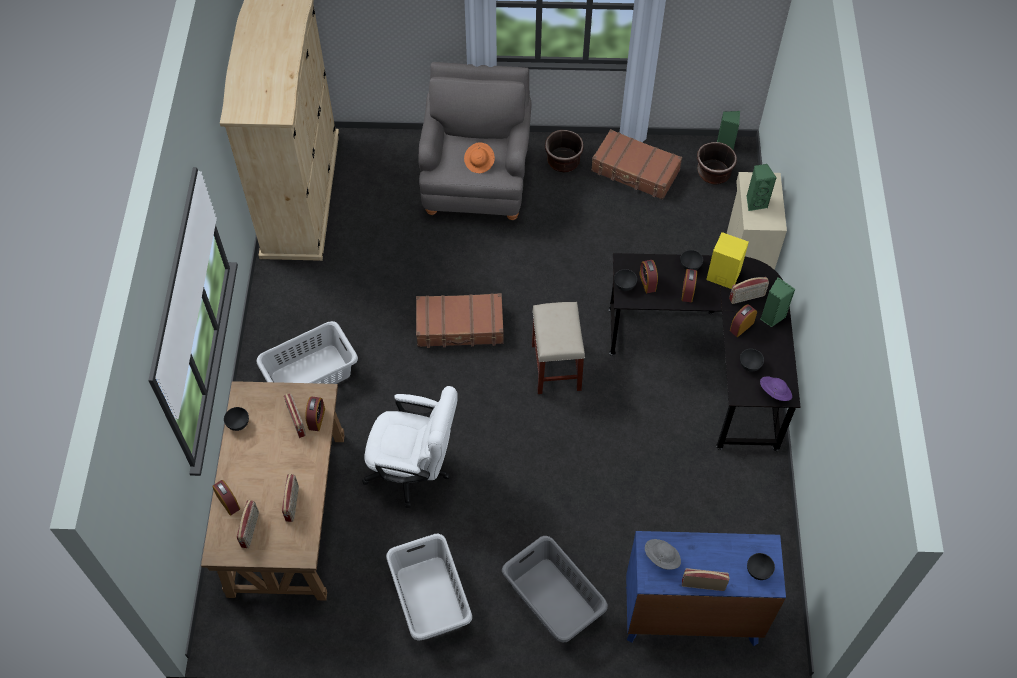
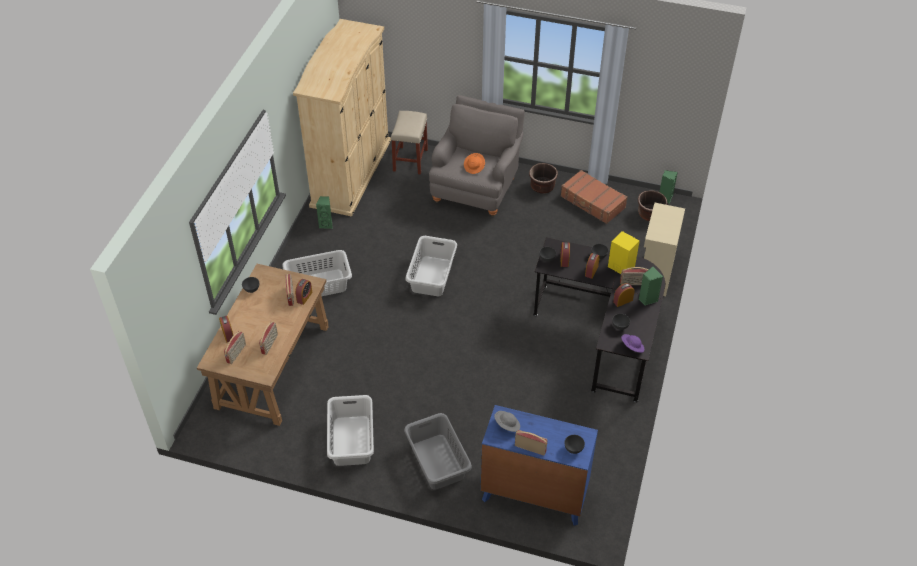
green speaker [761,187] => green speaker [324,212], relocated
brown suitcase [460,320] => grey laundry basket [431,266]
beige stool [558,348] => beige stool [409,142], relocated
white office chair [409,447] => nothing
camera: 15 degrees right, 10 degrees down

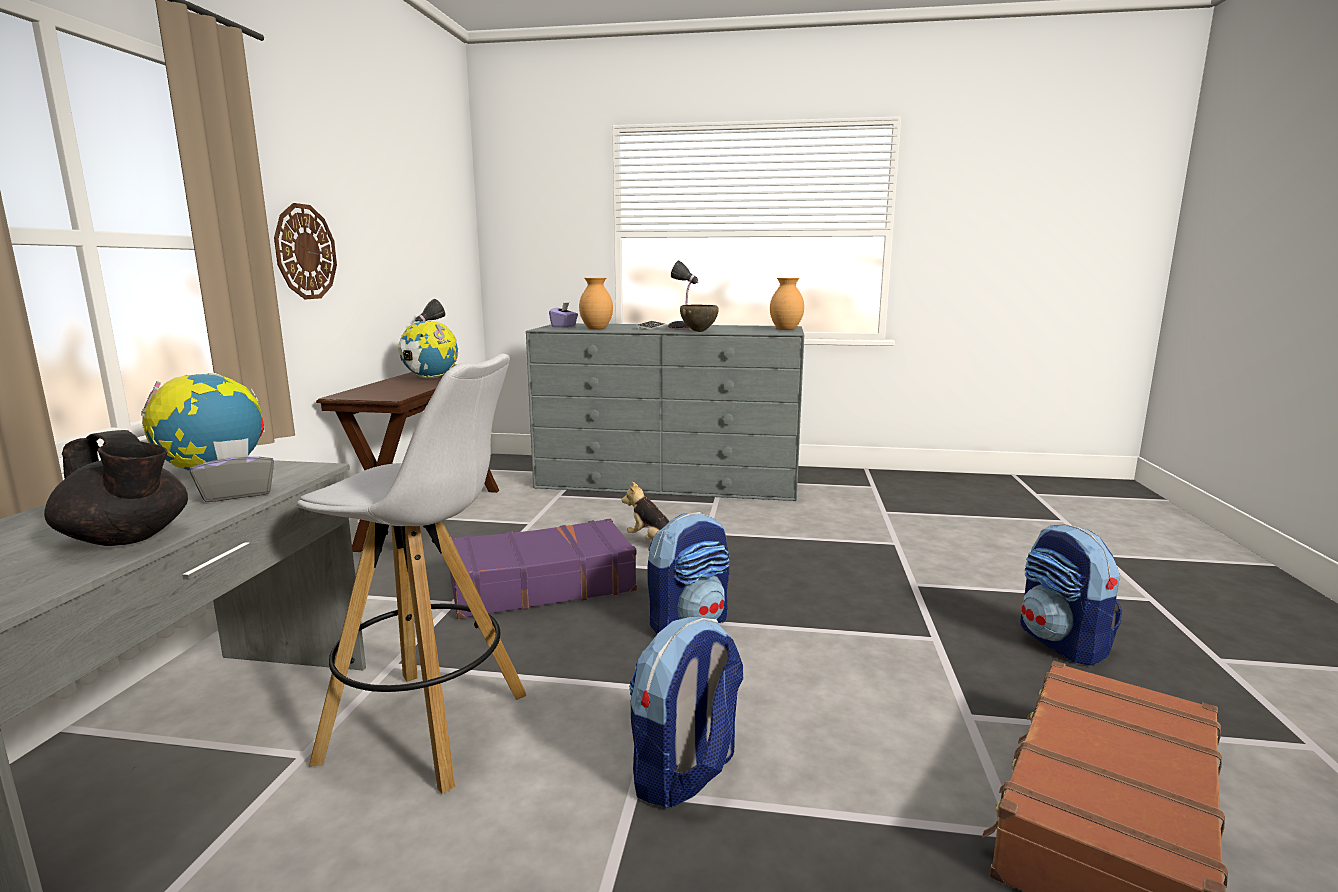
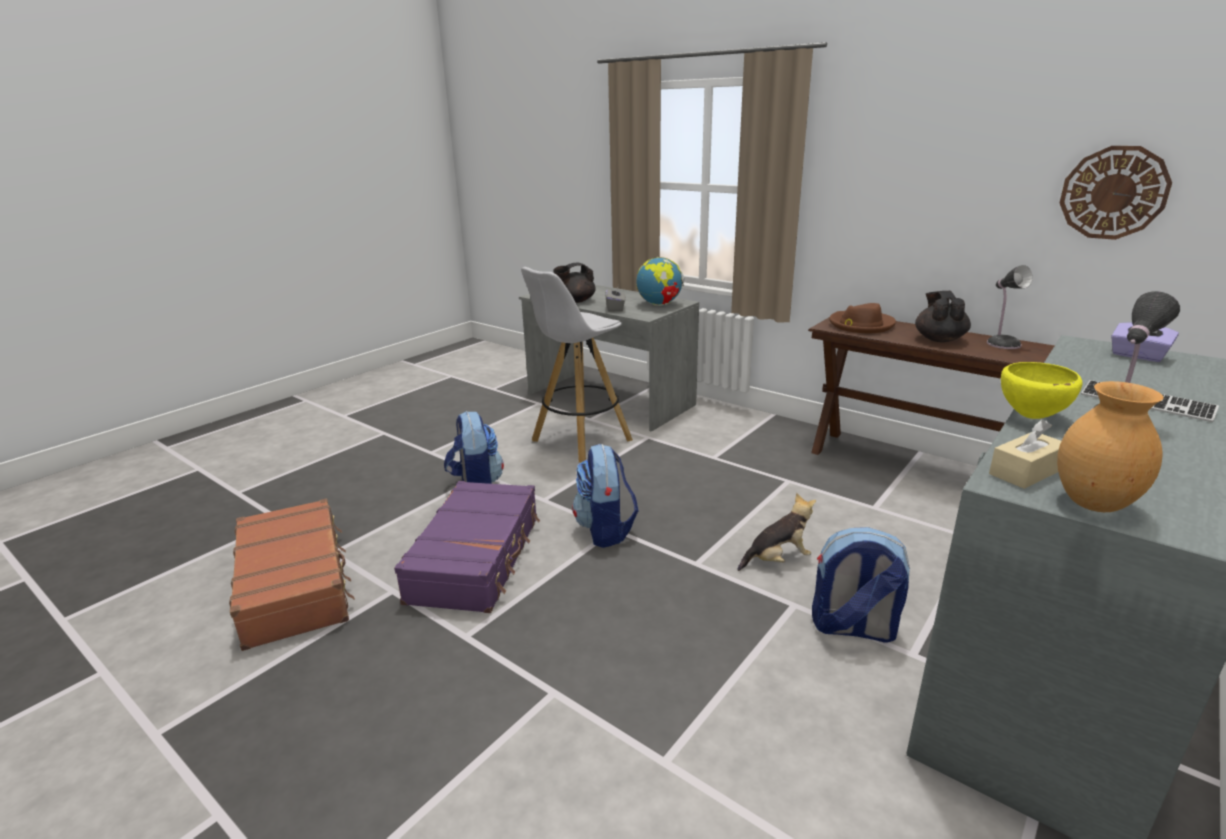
wall clock [305,251] => wall clock [1116,193], relocated
brown vase [596,304] => nothing
brown bowl [699,318] => yellow bowl [1041,390]
globe [428,350] => black teapot [943,316]
purple suitcase [543,569] => purple suitcase [467,547], relocated
backpack [1071,595] => backpack [861,585], relocated
nothing => brown hat [862,318]
nothing => beige tissue box [1025,454]
camera: 120 degrees right, 10 degrees up

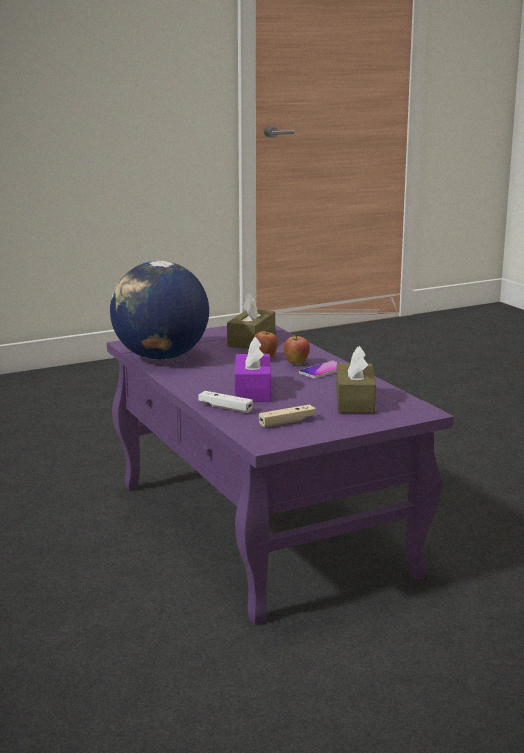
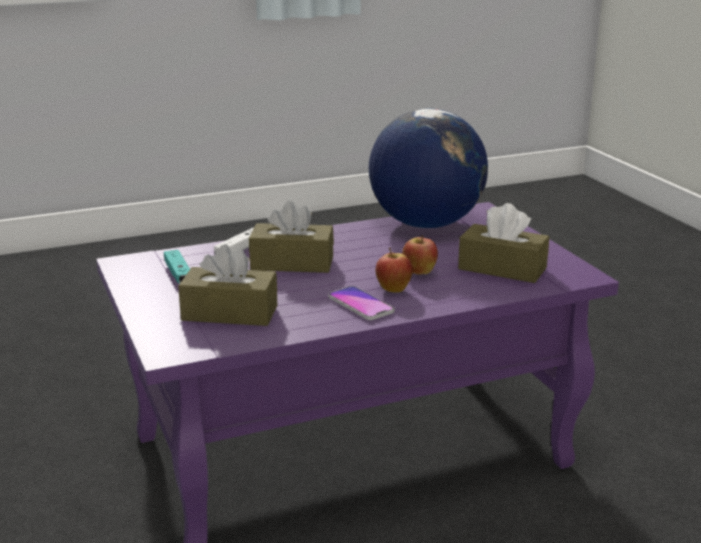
purple tissue box [253,369] => brown tissue box [291,237]
beige game controller [287,415] => turquoise game controller [177,266]
camera: 95 degrees right, 5 degrees up

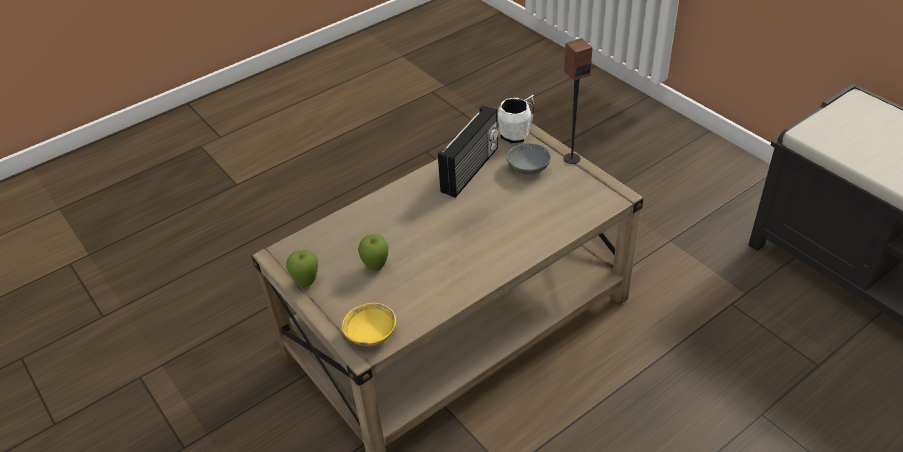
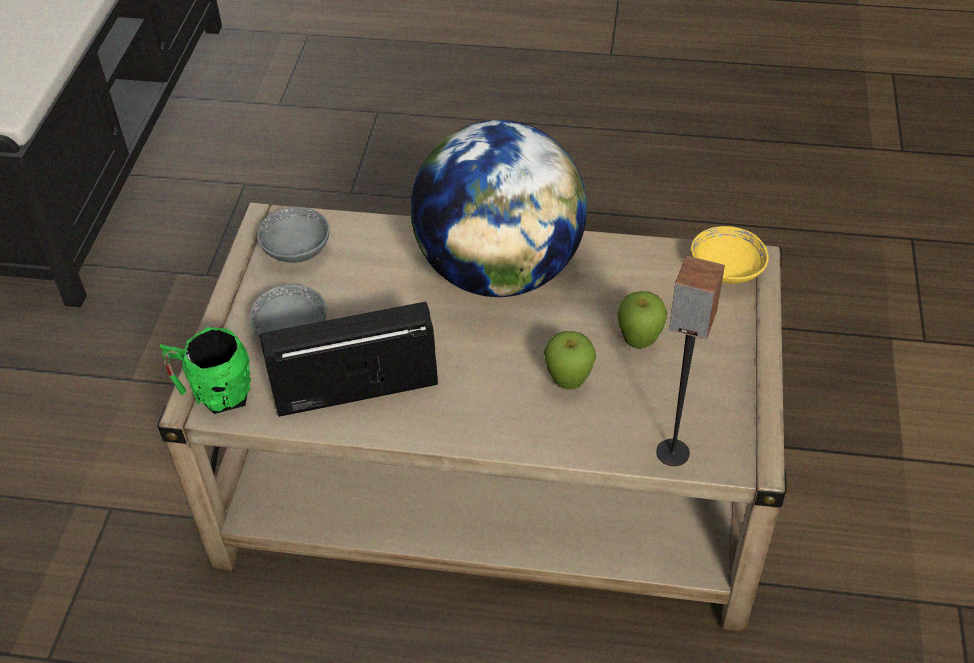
speaker [577,101] => speaker [690,361], relocated
white mug [516,119] => green mug [205,370]
apple [302,268] => apple [570,360], relocated
nothing => globe [498,208]
nothing => grey bowl [293,235]
camera: 135 degrees left, 5 degrees up

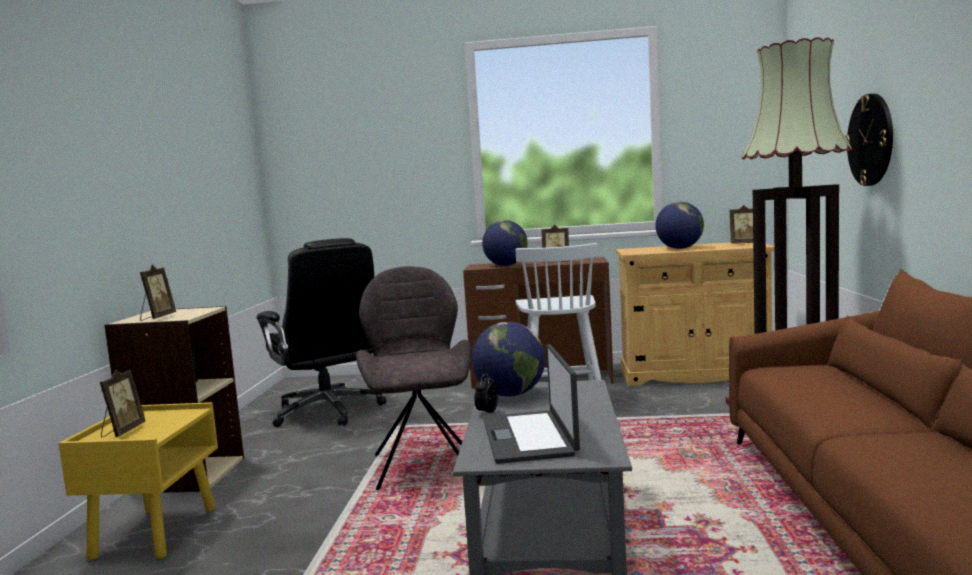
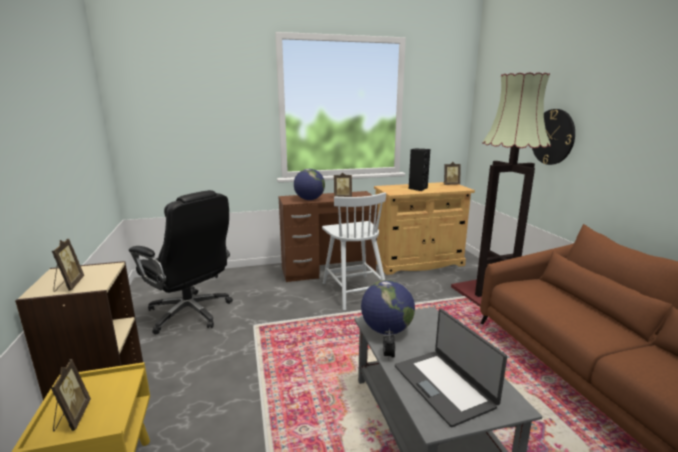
globe [679,225] => black speaker [419,169]
grey chair [414,378] => nothing
camera: 20 degrees left, 10 degrees up

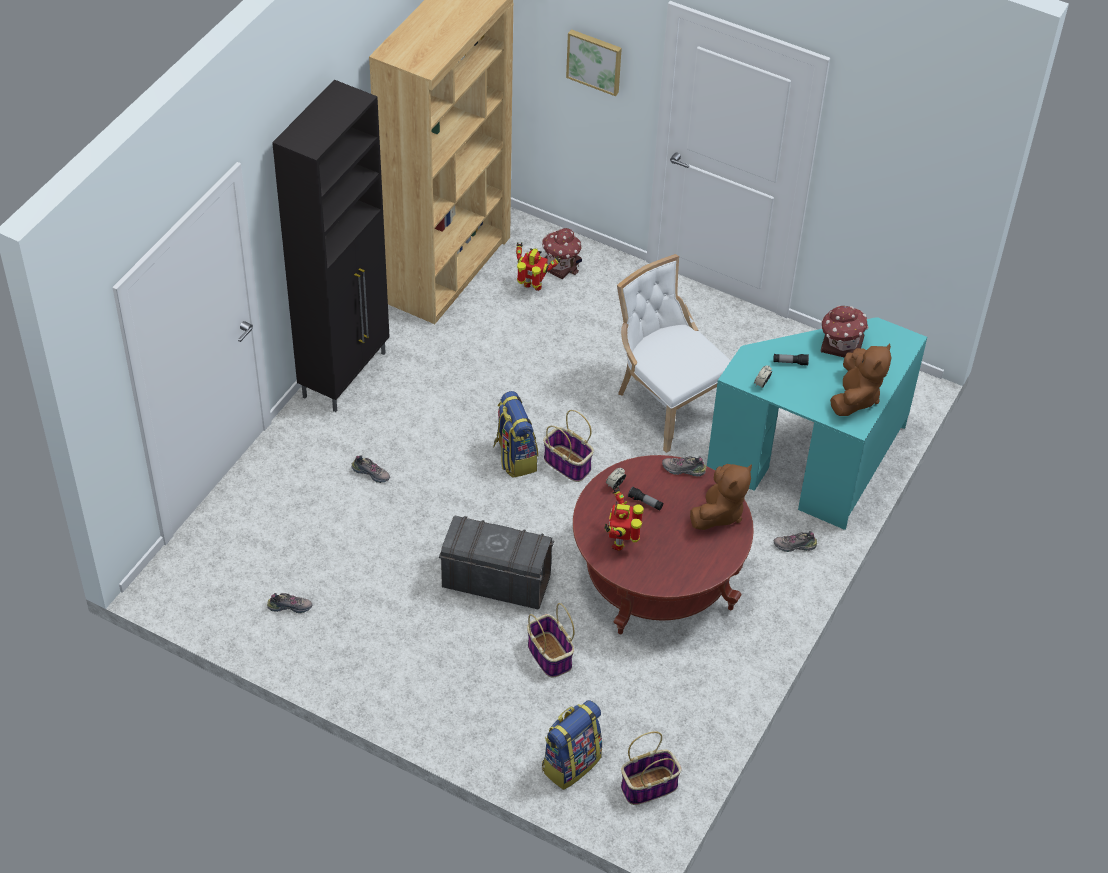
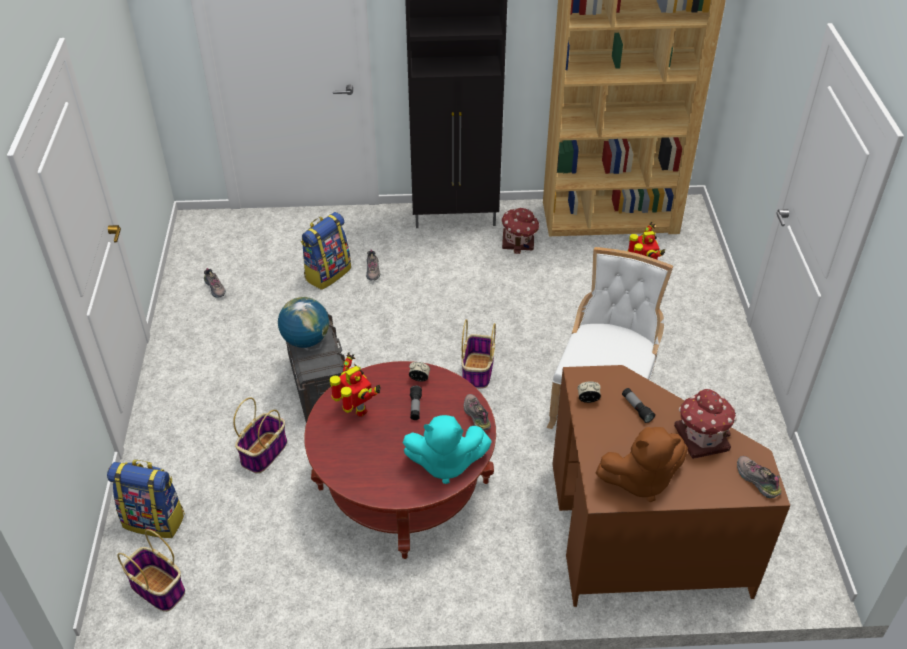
picture [594,62] => nothing
toy house [562,253] => toy house [520,231], relocated
turquoise desk [817,423] => brown desk [671,486]
backpack [515,434] => backpack [326,251], relocated
brown plush toy [721,497] => turquoise plush toy [447,449]
toy robot [623,519] => toy robot [355,384], 75 degrees clockwise
shoe [795,541] => shoe [759,477], relocated
nothing => globe [303,322]
camera: 60 degrees right, 5 degrees down

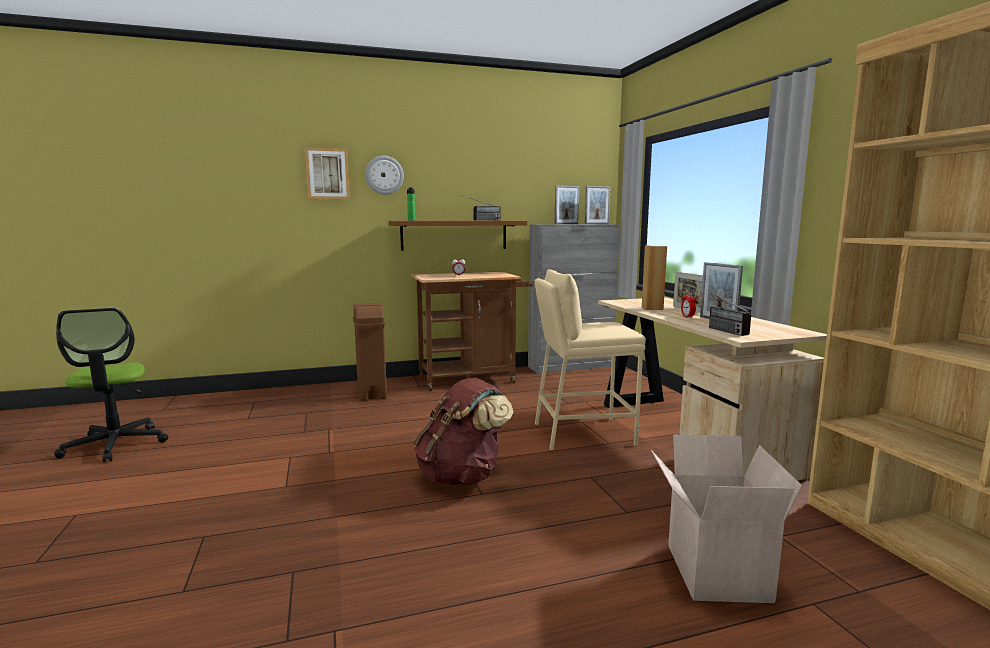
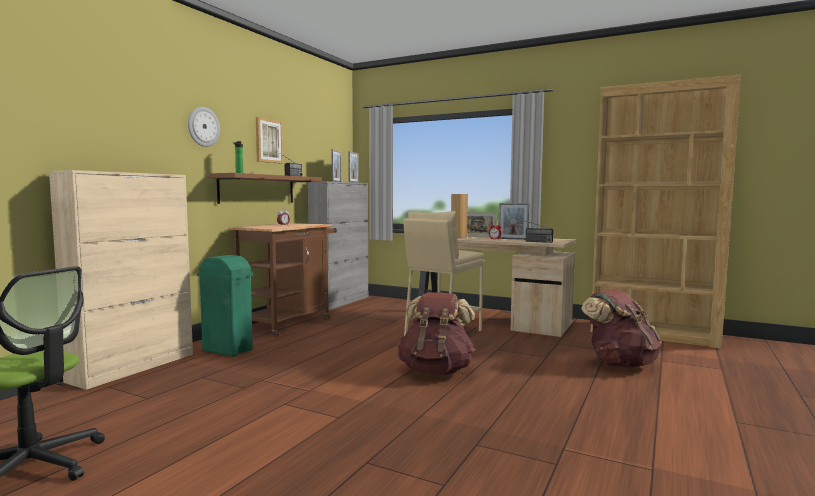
picture [327,173] => picture [270,140], relocated
brown trash can [370,352] => green trash can [225,306]
cardboard box [726,519] => brown backpack [621,328]
nothing => beige cabinet [121,280]
camera: 45 degrees left, 5 degrees down

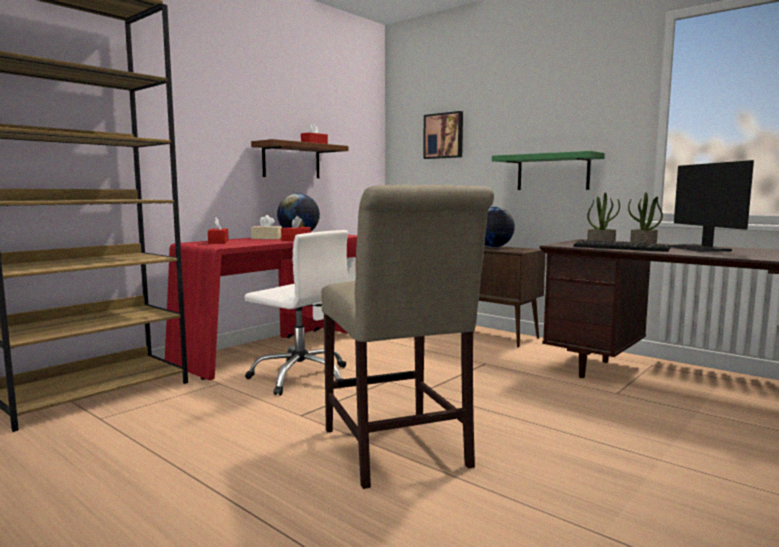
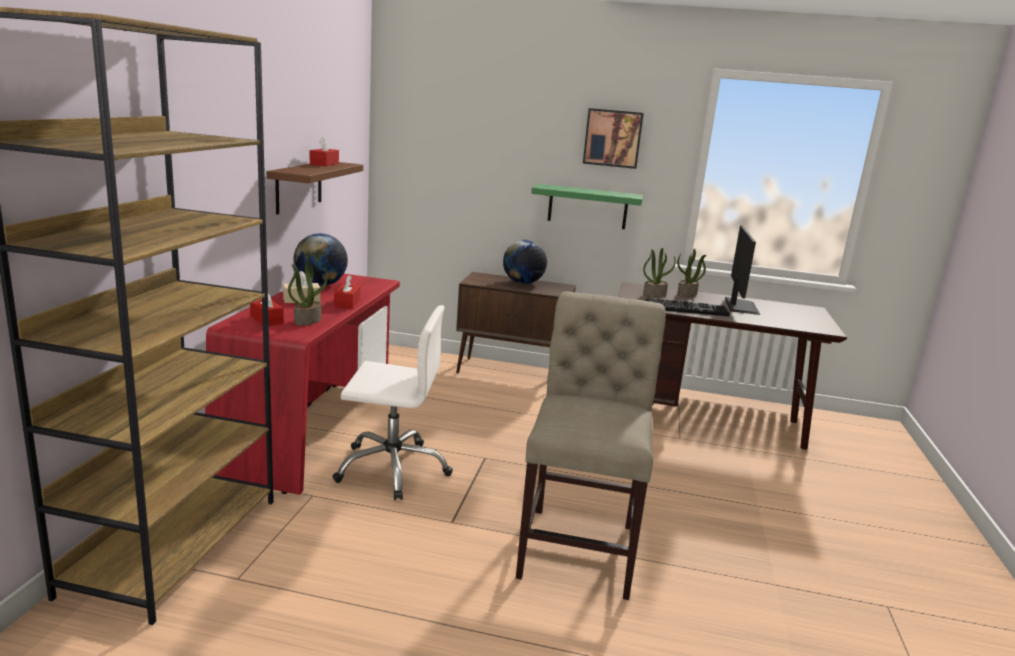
picture [443,135] => picture [613,138], relocated
monitor [712,206] => monitor [742,270], 135 degrees counterclockwise
beige chair [407,337] => beige chair [591,446], 120 degrees counterclockwise
nothing => potted plant [307,293]
camera: 30 degrees left, 10 degrees up

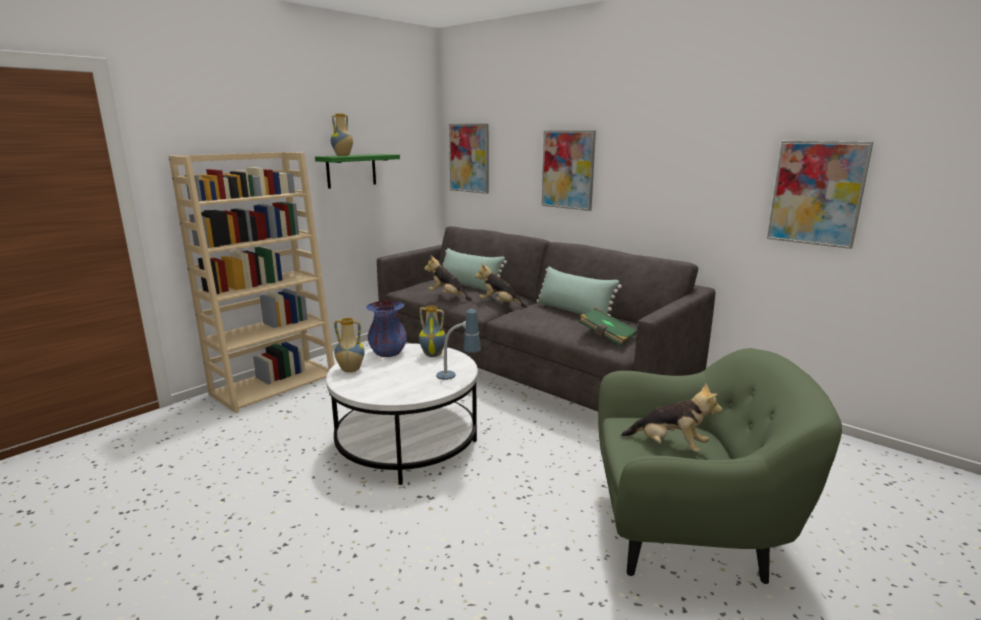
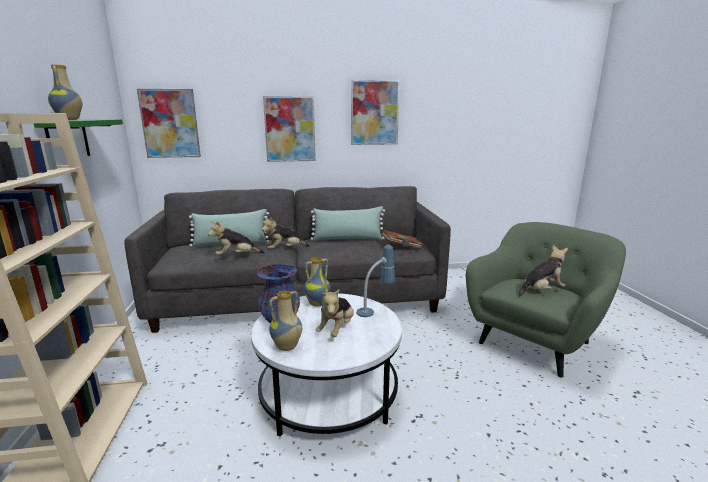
picture [820,195] => picture [375,112], relocated
green book [608,327] => brown book [401,239]
nothing => plush toy [335,313]
camera: 50 degrees left, 0 degrees up

